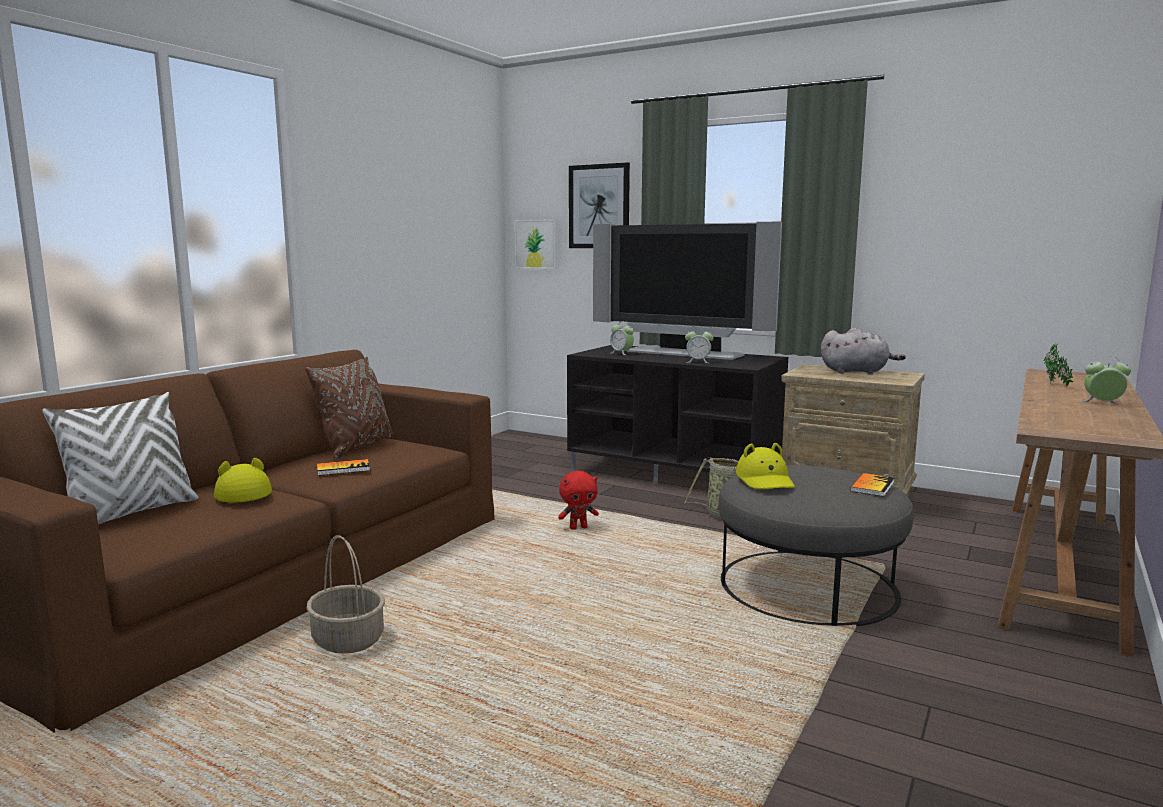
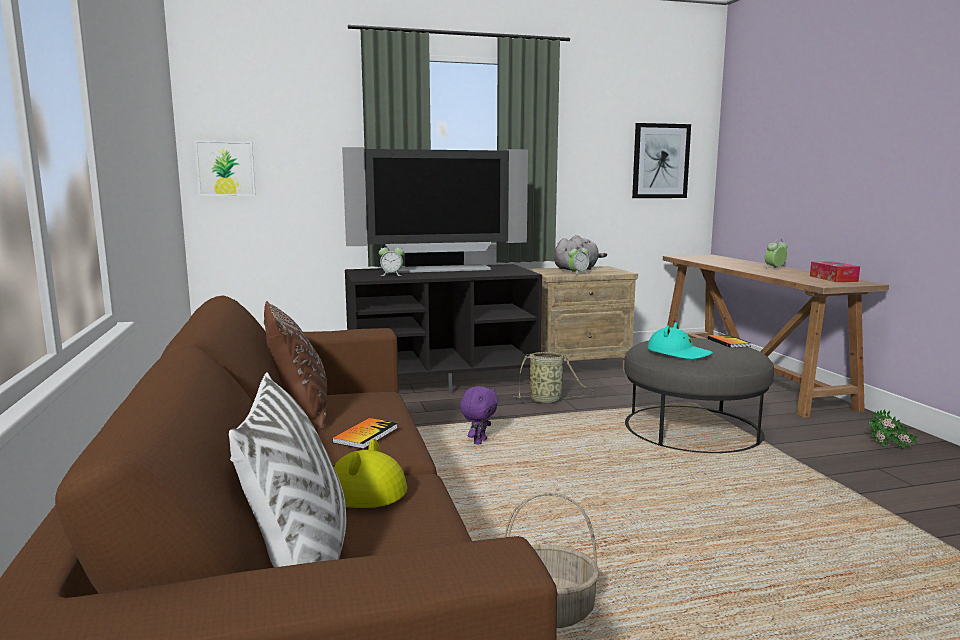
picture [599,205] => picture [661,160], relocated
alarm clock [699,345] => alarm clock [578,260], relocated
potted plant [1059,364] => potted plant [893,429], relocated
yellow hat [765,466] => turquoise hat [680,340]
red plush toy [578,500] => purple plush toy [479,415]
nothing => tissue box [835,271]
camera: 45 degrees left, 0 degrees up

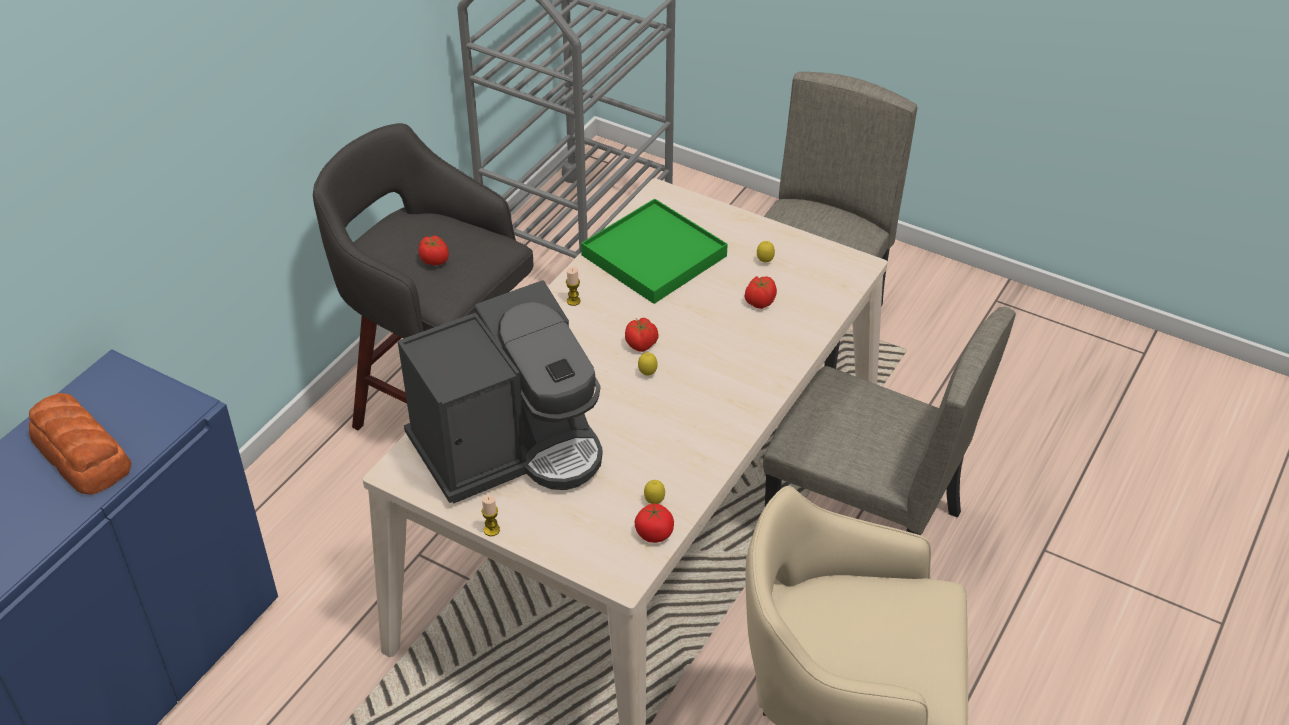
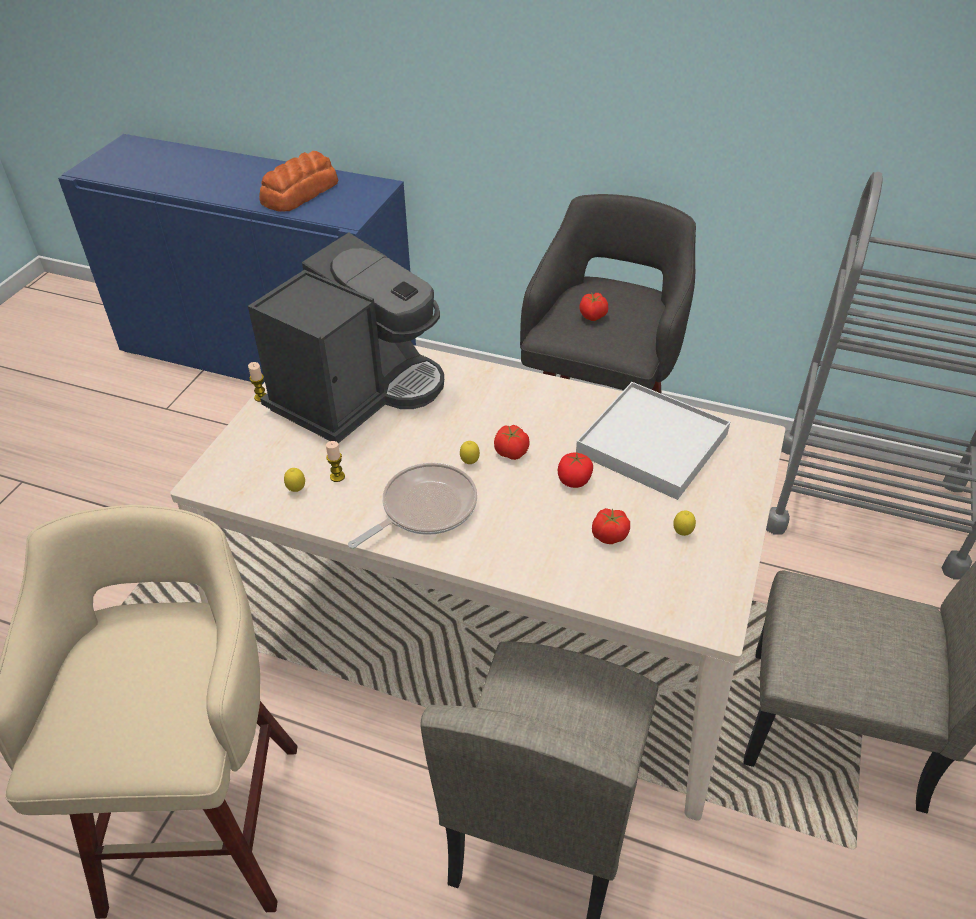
green tray [654,251] => white tray [653,441]
candle [573,286] => candle [335,461], relocated
coffee machine [500,392] => coffee machine [346,338], 105 degrees counterclockwise
tomato [654,523] => tomato [575,470], relocated
nothing => frying pan [412,506]
camera: 80 degrees right, 0 degrees up

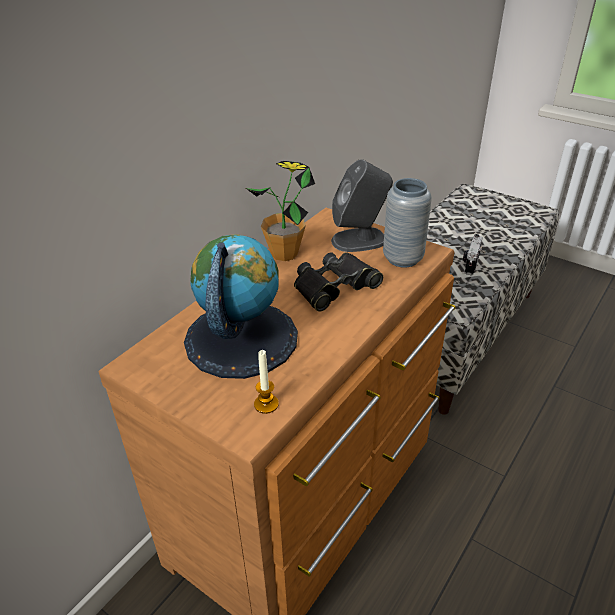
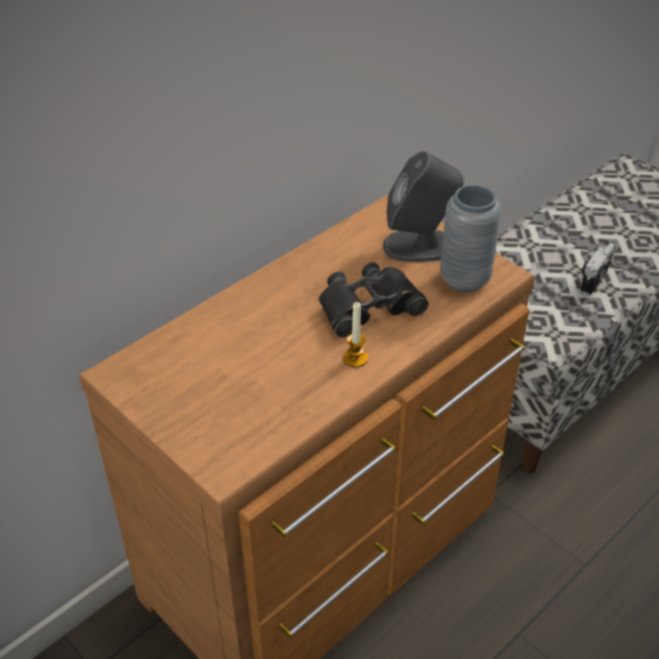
potted plant [280,211] => nothing
globe [241,306] => nothing
candle [266,382] => candle [355,334], relocated
camera: 10 degrees right, 5 degrees up

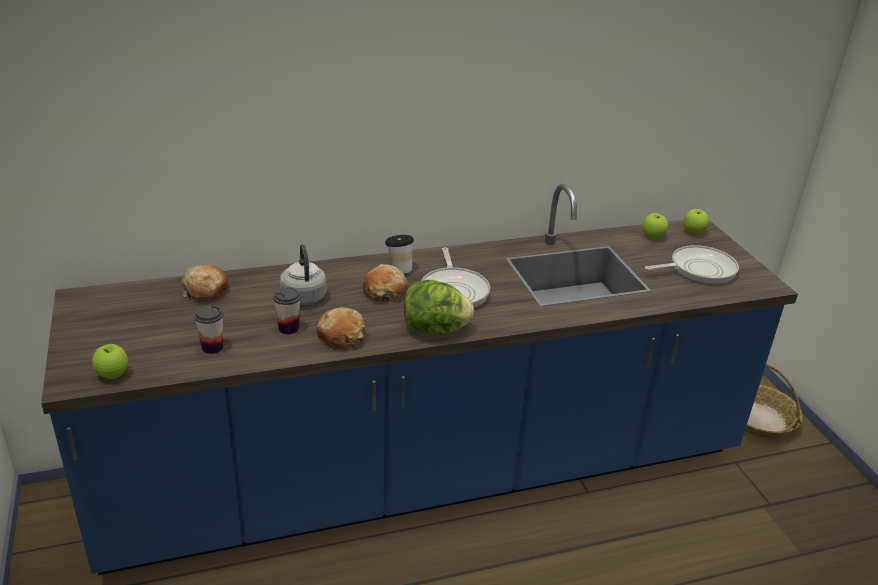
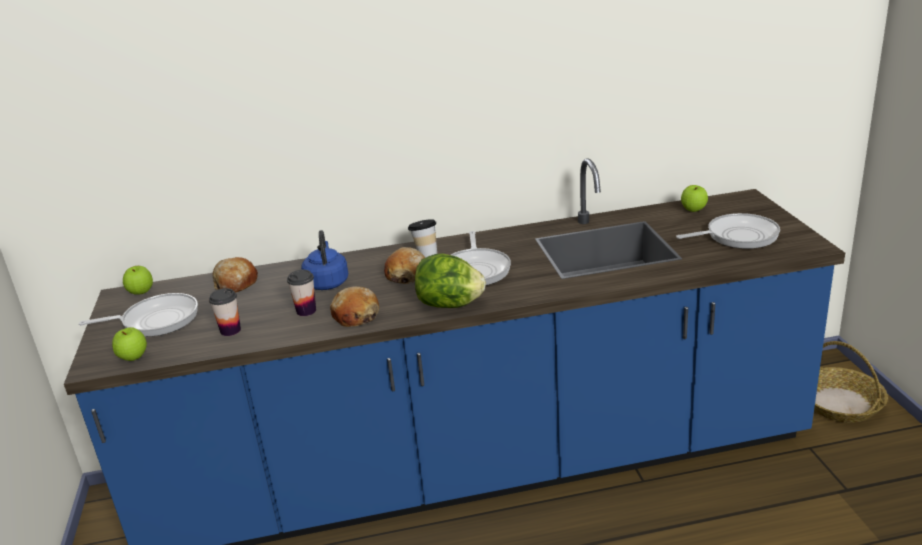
apple [696,221] => apple [138,280], relocated
grey kettle [303,274] => blue kettle [324,260]
nothing => frying pan [138,315]
camera: 10 degrees right, 5 degrees down

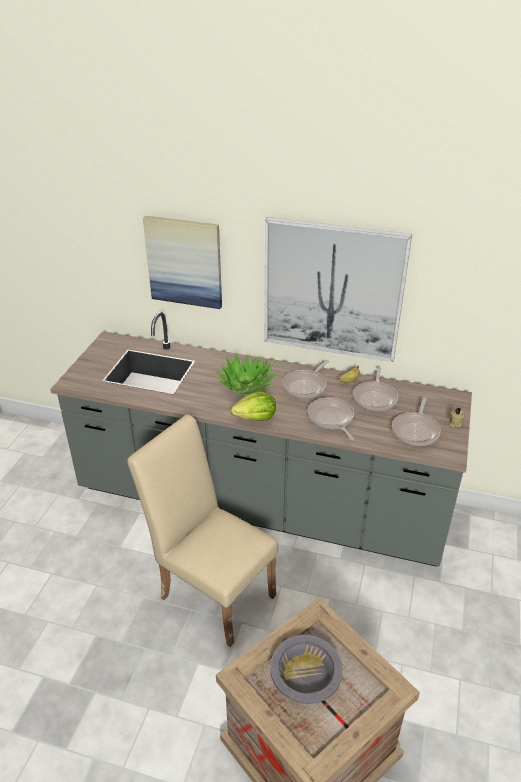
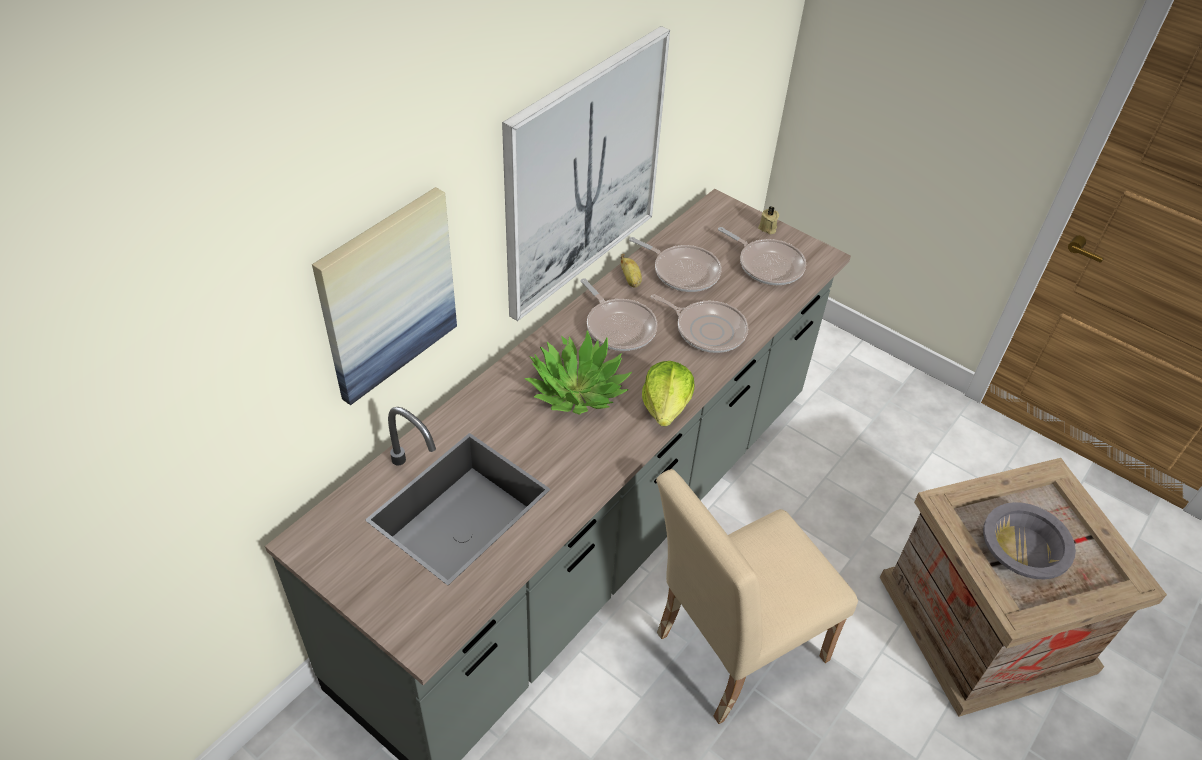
frying pan [330,418] => frying pan [699,323], 150 degrees counterclockwise
camera: 70 degrees left, 10 degrees up

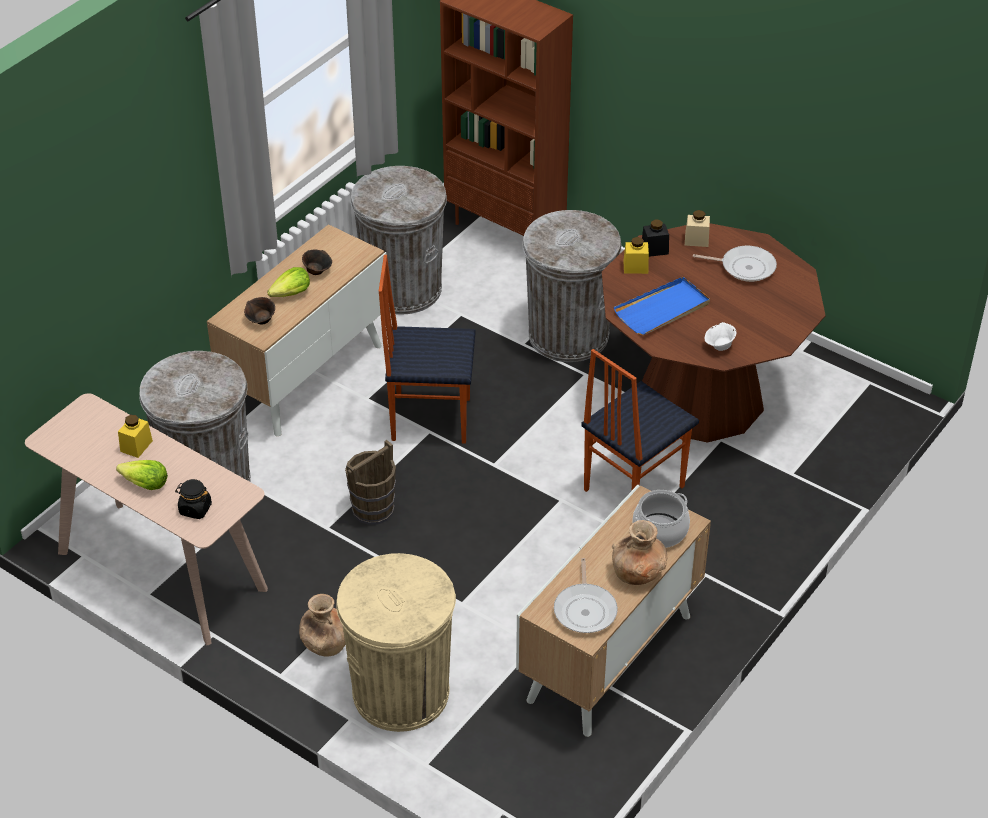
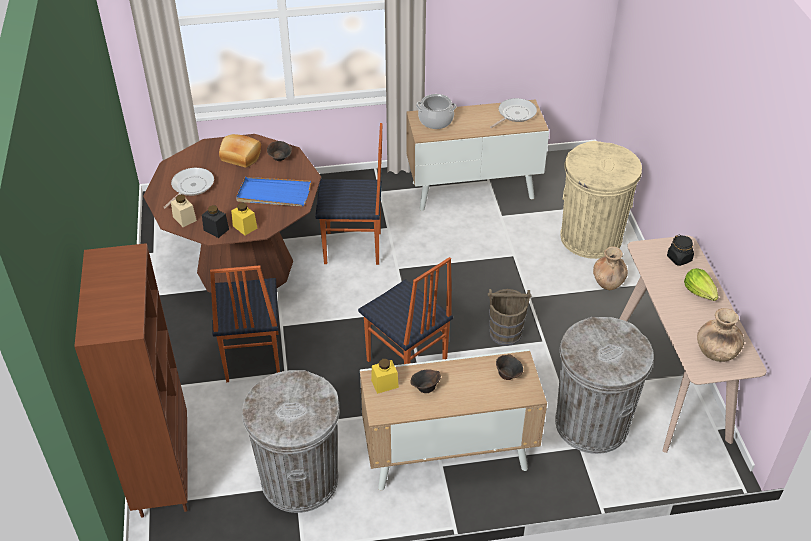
grey trash can [572,286] => chair [245,323]
frying pan [735,264] => frying pan [189,188], 60 degrees clockwise
lettuce [288,282] => nothing
white bowl [720,336] => brown bowl [279,151]
yellow jar [135,436] => yellow jar [385,376], relocated
brown vase [639,552] => brown vase [720,335], relocated
nothing => bread [240,151]
camera: 135 degrees left, 0 degrees up

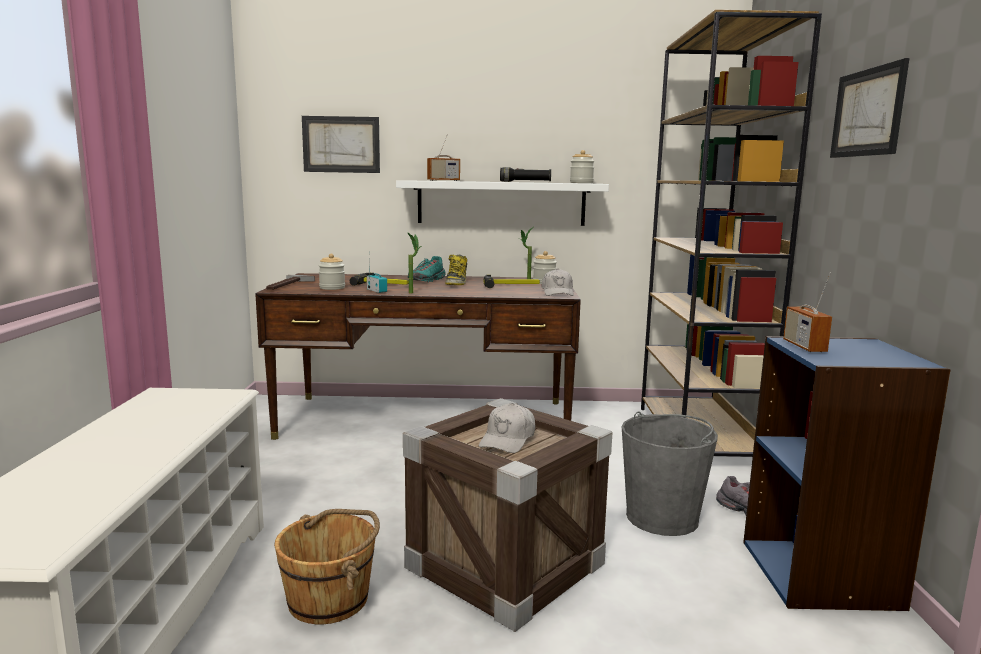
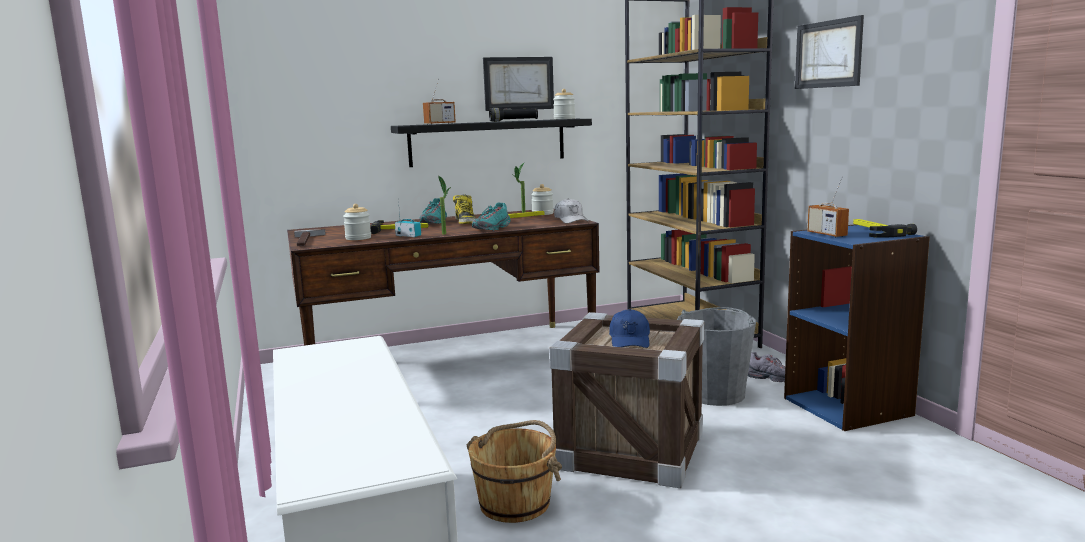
picture [341,144] => picture [518,84], relocated
white shelf [502,203] => black shelf [491,143]
white cap [507,428] => blue cap [629,328]
nothing => turquoise shoe [491,217]
nothing => hammer [885,228]
camera: 20 degrees left, 0 degrees up

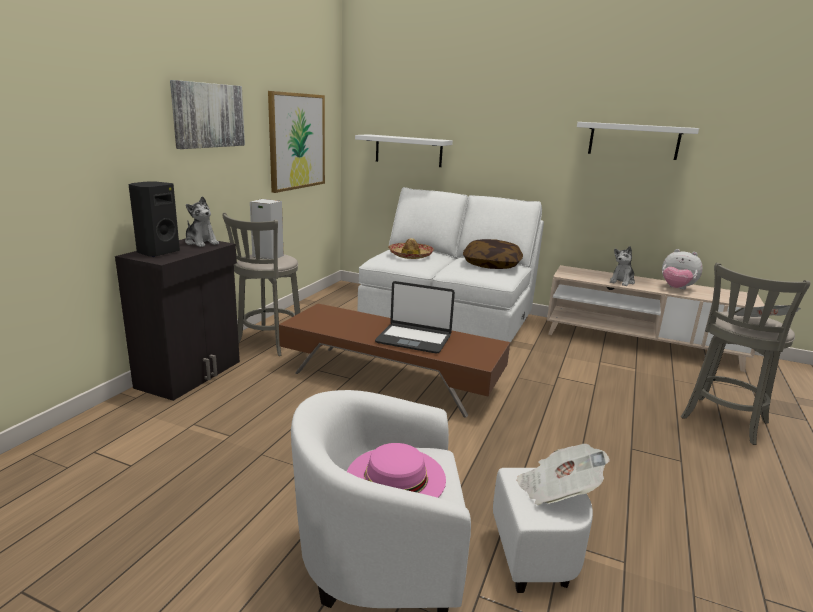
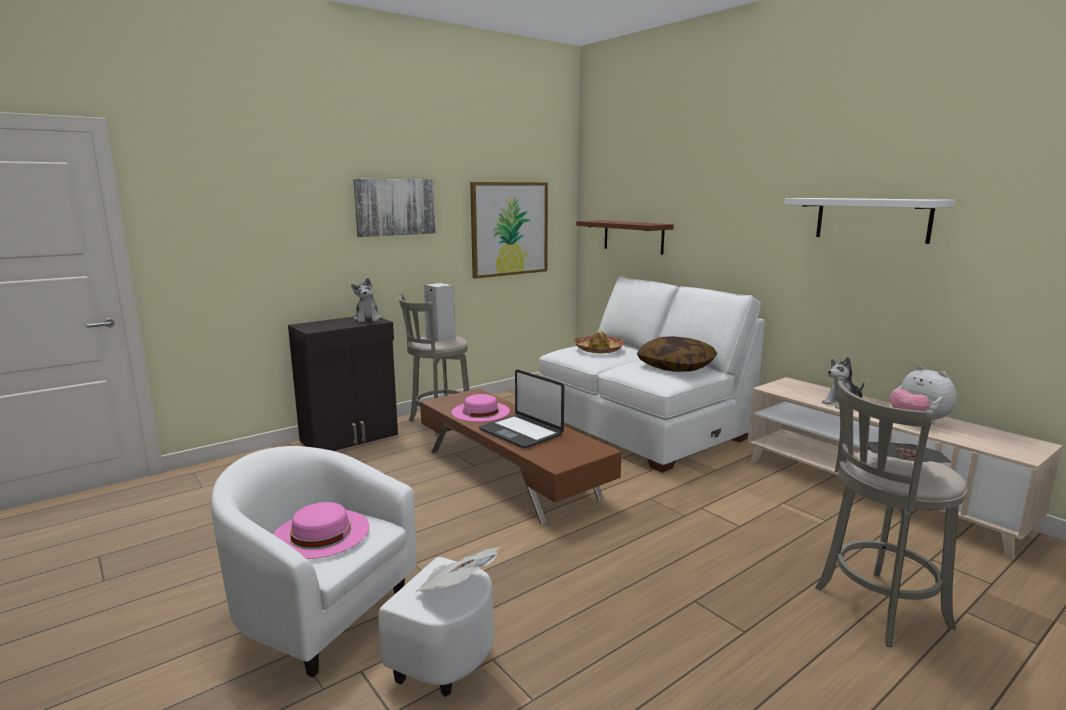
white shelf [404,150] => brown shelf [625,237]
black speaker [154,219] => nothing
nothing => pink hat [481,408]
camera: 30 degrees right, 5 degrees down

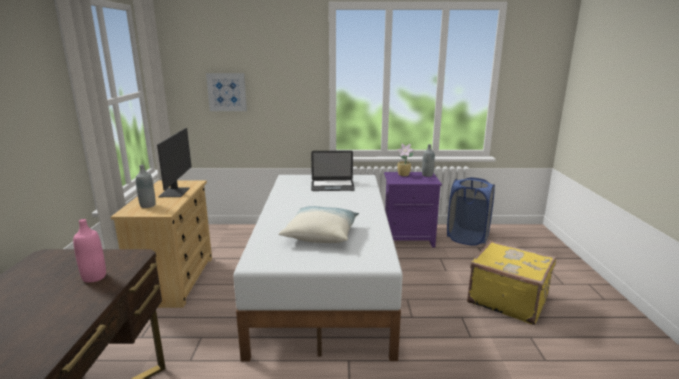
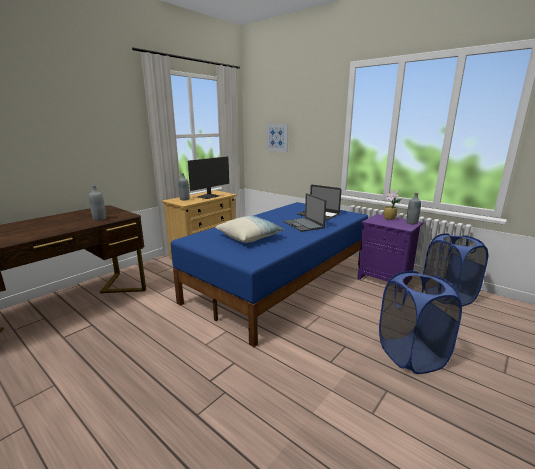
white bed [318,268] => blue bed [269,274]
pink bottle [89,251] => grey bottle [97,203]
yellow suitcase [511,282] => blue laundry basket [420,322]
nothing => laptop [305,212]
camera: 40 degrees right, 0 degrees up

